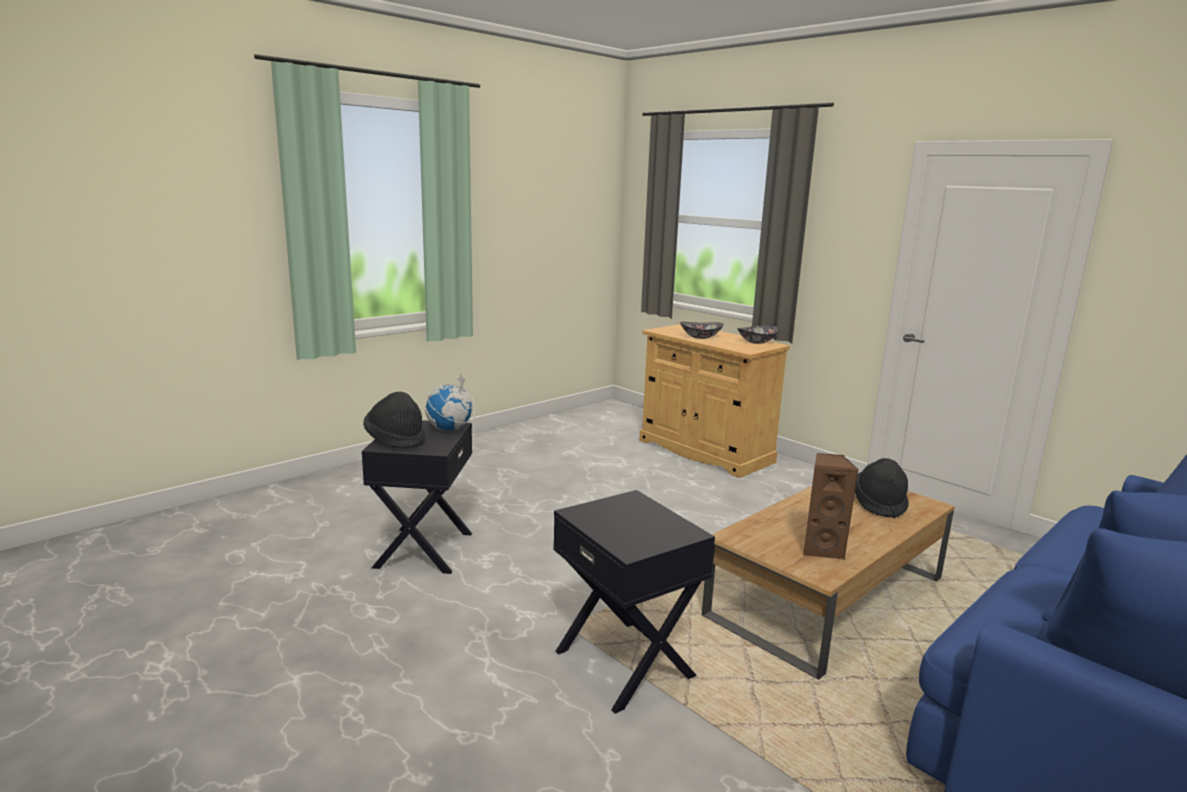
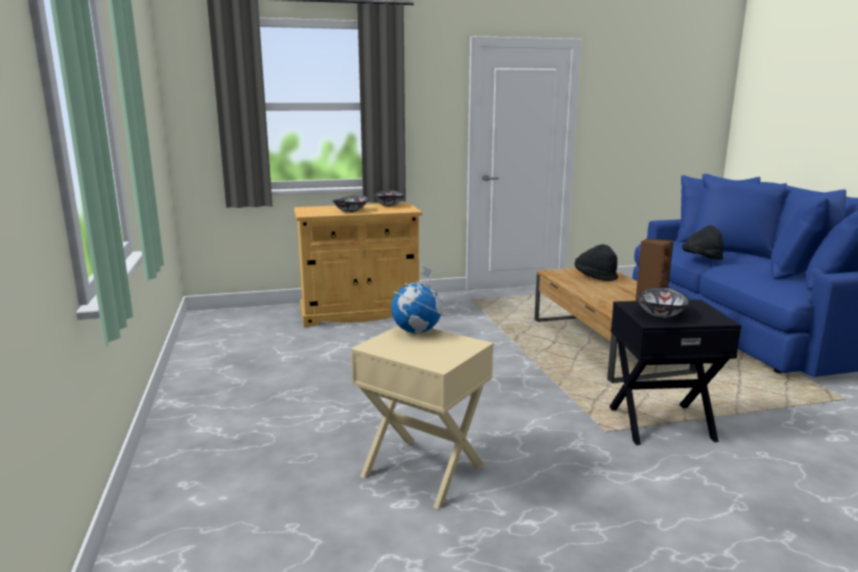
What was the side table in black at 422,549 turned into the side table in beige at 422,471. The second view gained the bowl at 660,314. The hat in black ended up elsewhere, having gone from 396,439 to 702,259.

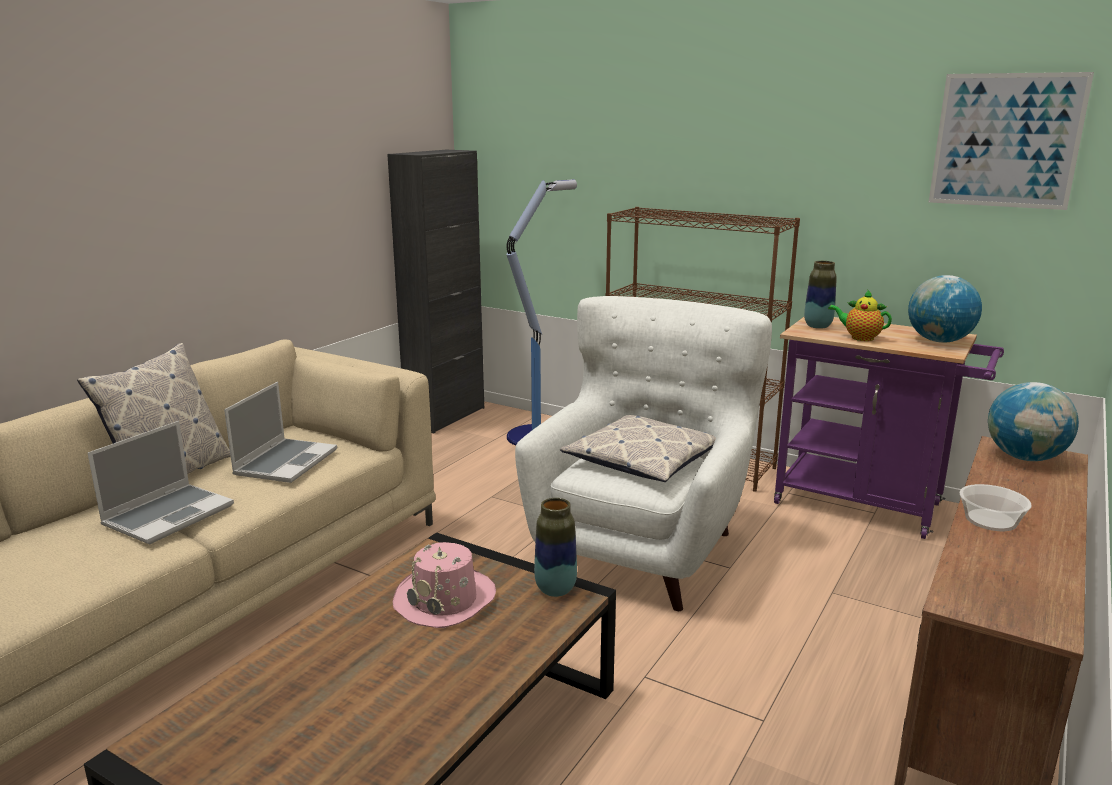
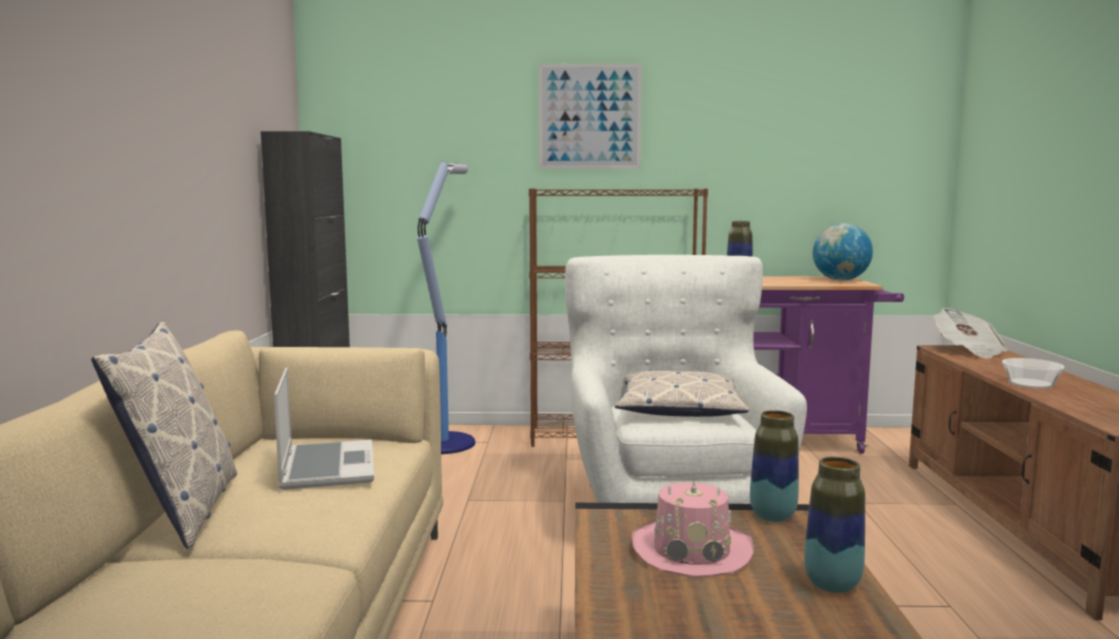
The picture ended up elsewhere, having gone from 1006,141 to 589,116. The second view gained the vase at 832,585. Where the globe stood at 1025,458, the newspaper came to stand at 968,351. The second view lost the laptop at 169,515. The second view lost the teapot at 859,338.

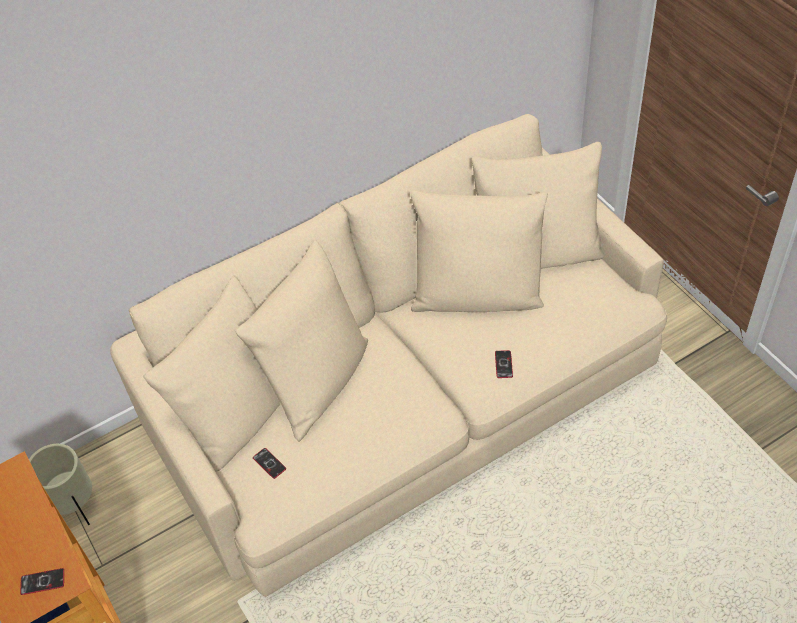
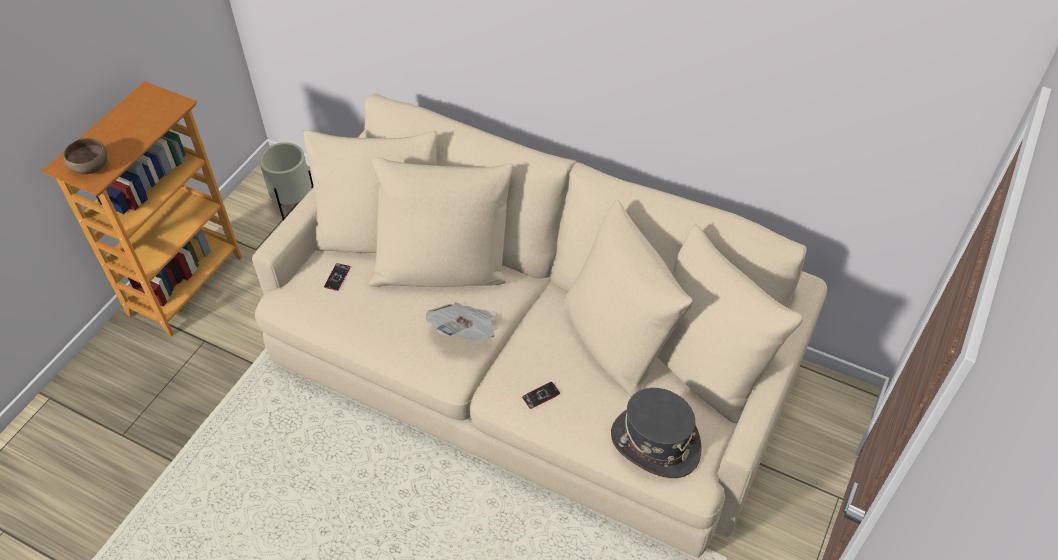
Where the phone stood at 42,582, the bowl in brown came to stand at 90,167. The second view gained the newspaper at 466,332. The second view gained the hat in grey at 655,443.

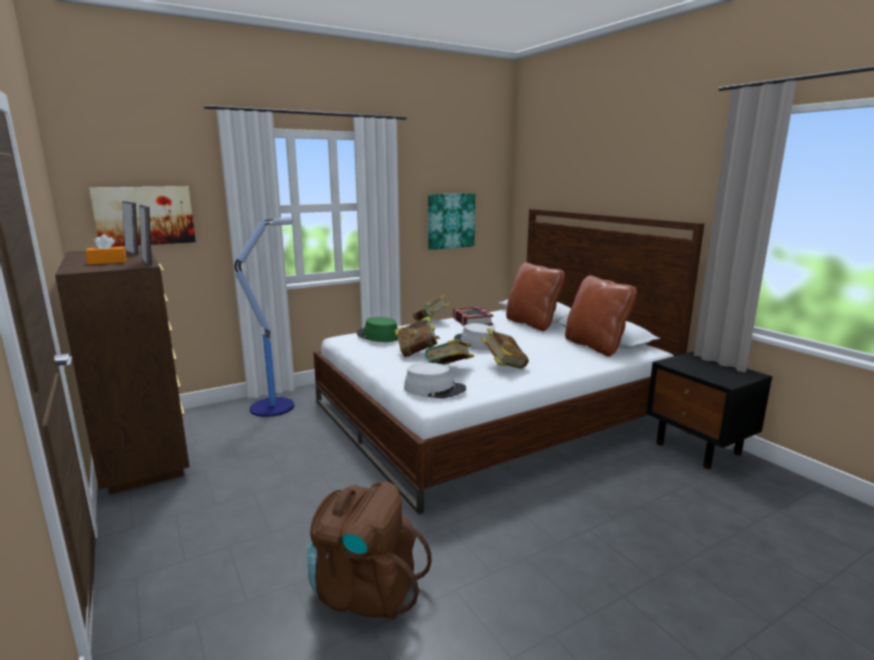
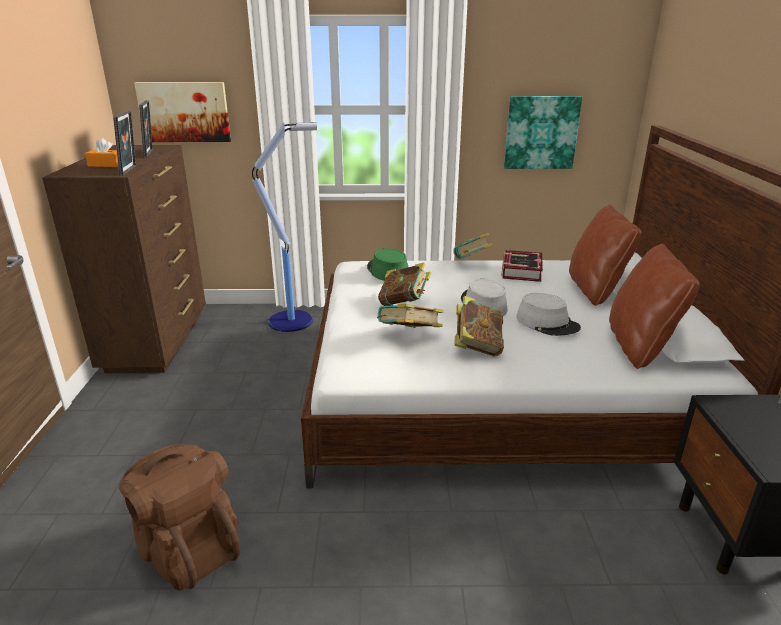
The hat in grey ended up elsewhere, having gone from 434,389 to 547,323.

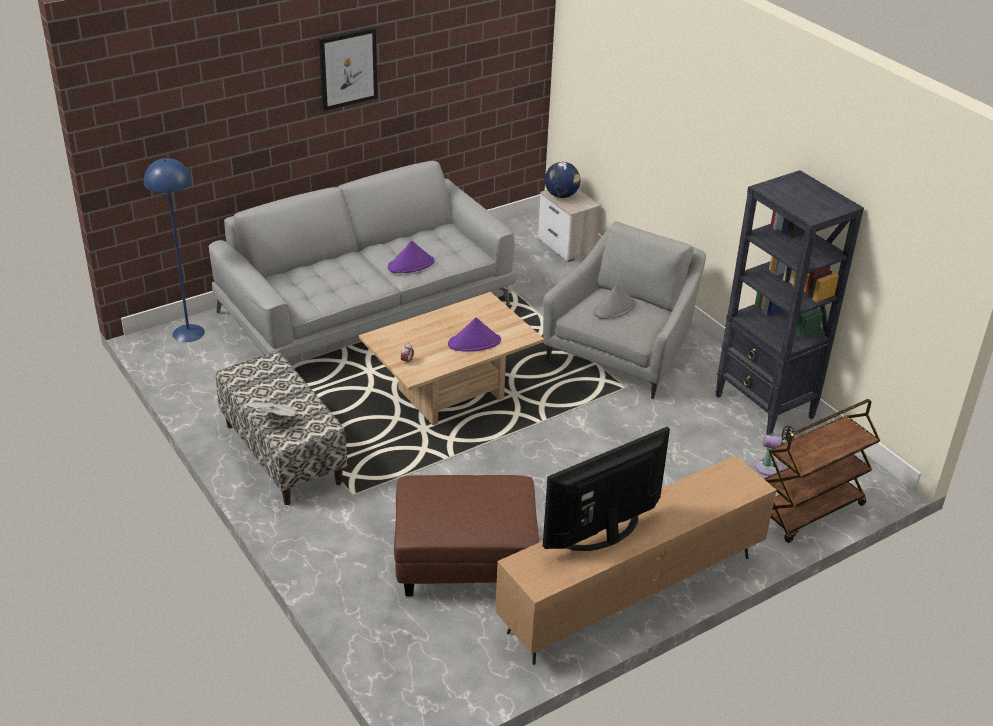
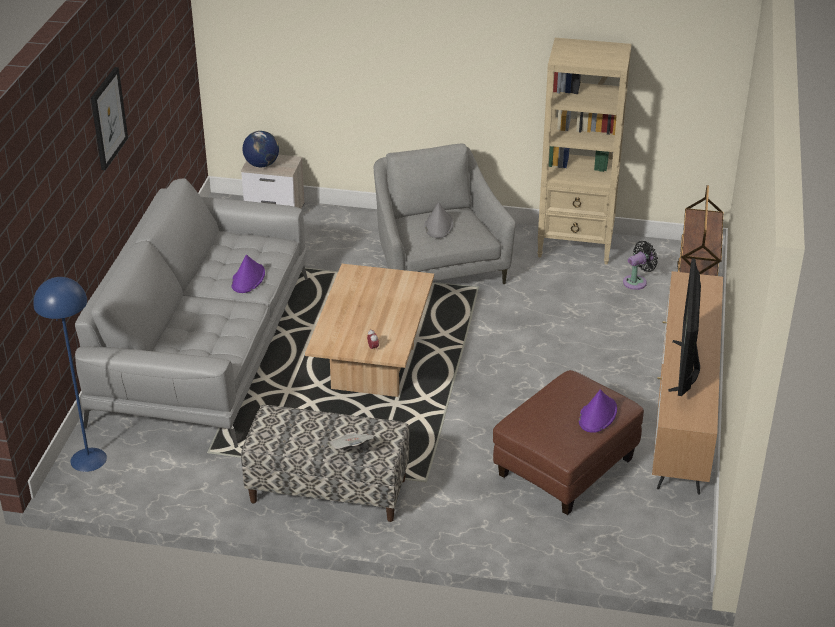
What was the bookcase in black at 764,407 turned into the bookcase in beige at 576,246. The hat in purple ended up elsewhere, having gone from 474,342 to 597,415.

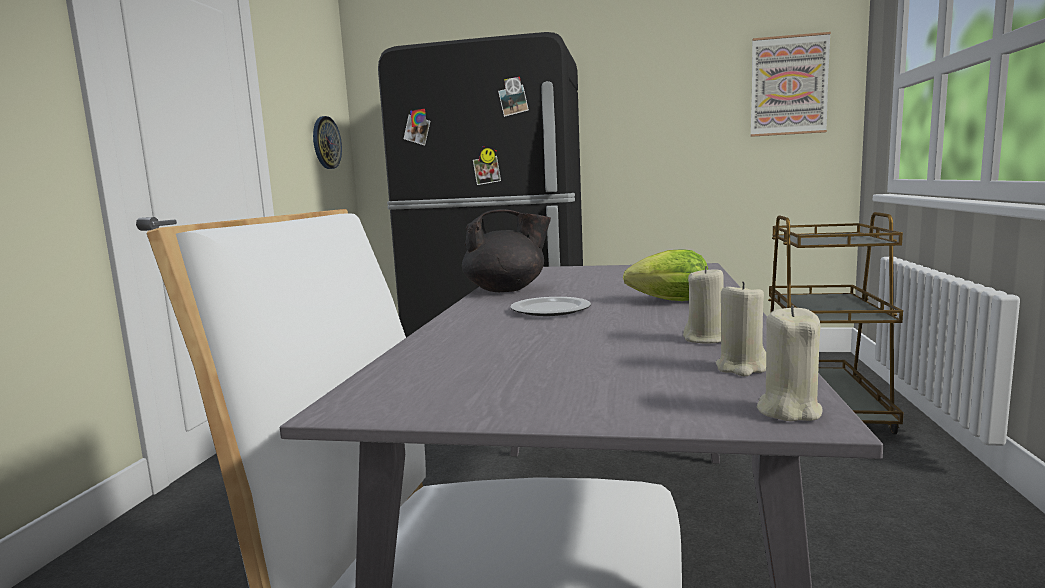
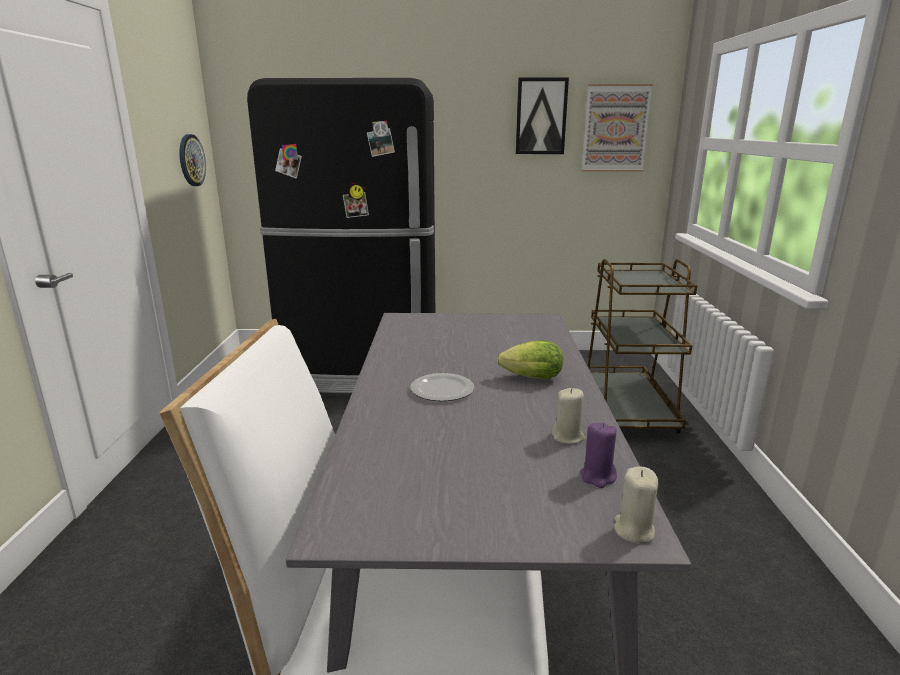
The second view gained the picture at 541,116. What was the candle in beige at 741,368 turned into the candle in purple at 598,477. The second view lost the teapot in black at 506,290.

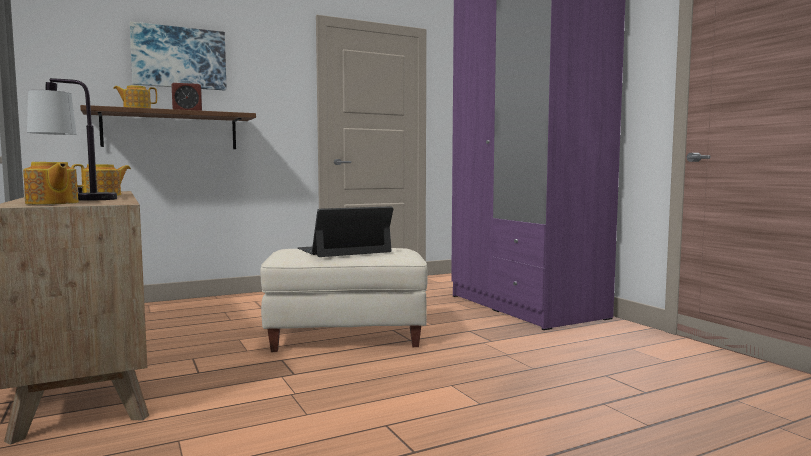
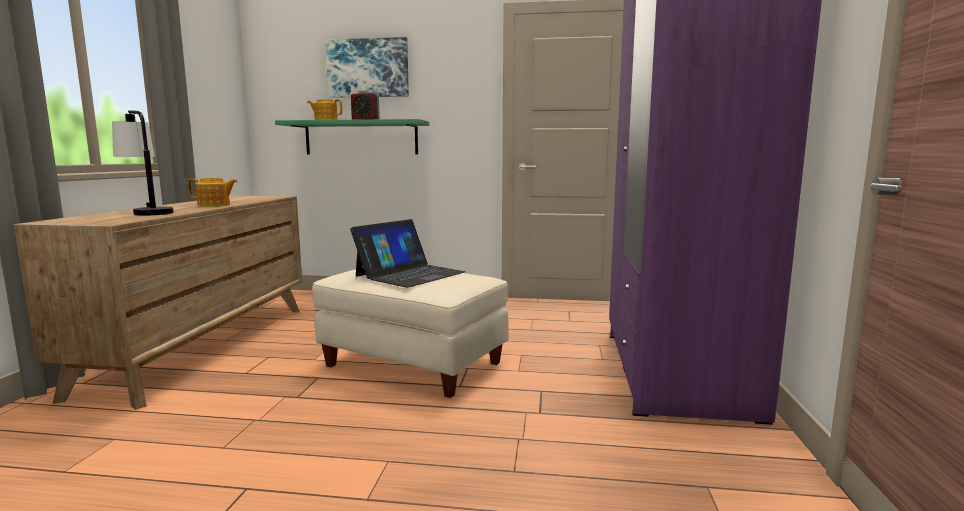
What was the shelf in brown at 170,130 turned into the shelf in green at 361,138. The laptop at 344,250 ended up facing another way, 120 degrees clockwise from before. The second view lost the teapot at 52,203.

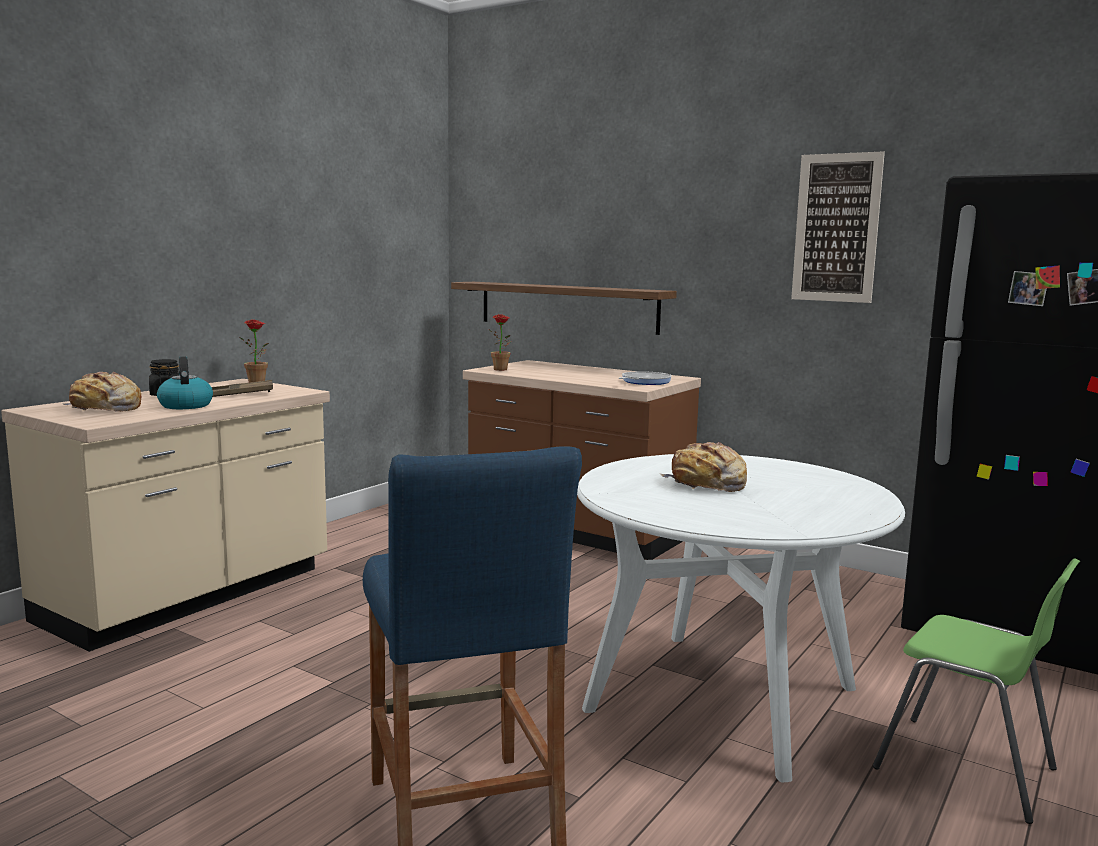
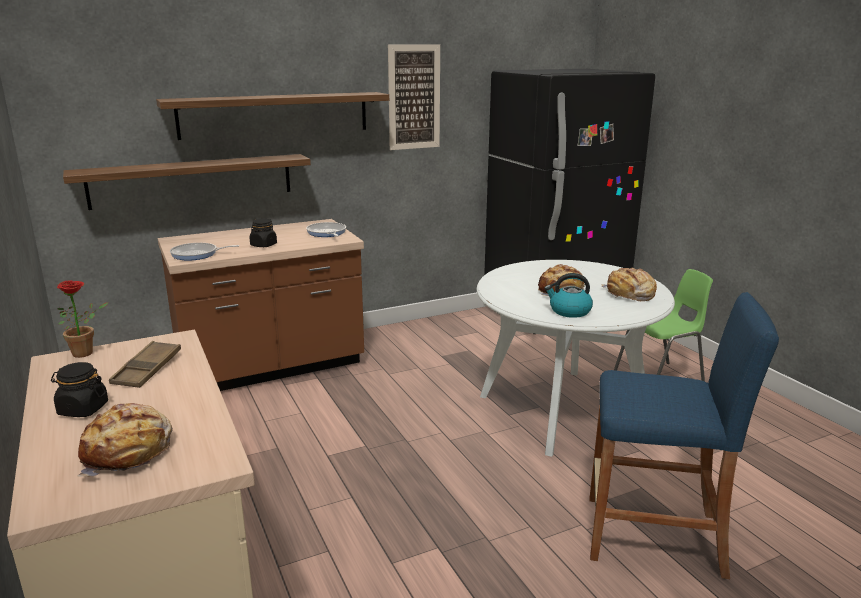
The second view gained the shelf at 275,115. Where the potted plant stood at 502,370, the frying pan came to stand at 197,254. The second view gained the jar in black at 263,245. The kettle ended up elsewhere, having gone from 185,405 to 569,311. The second view gained the bread at 629,294.

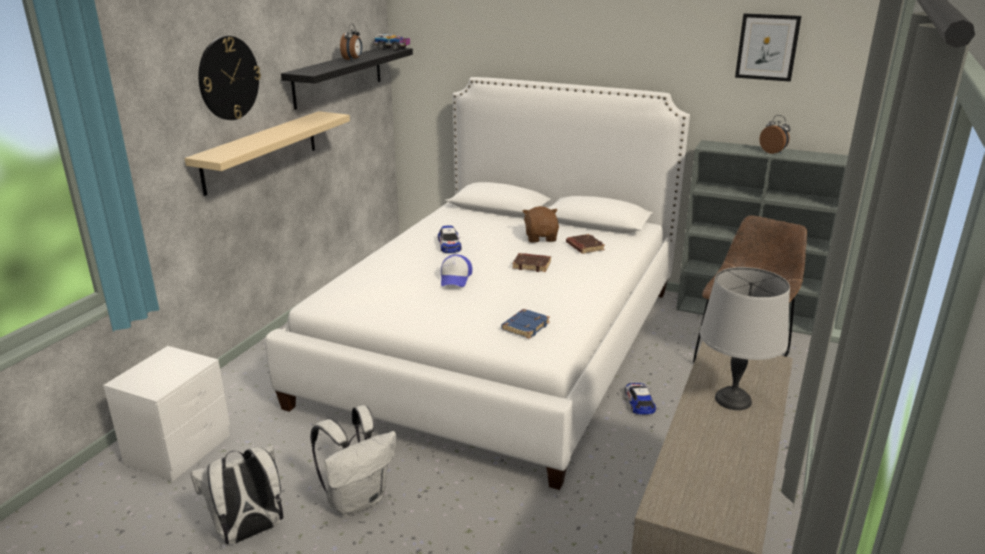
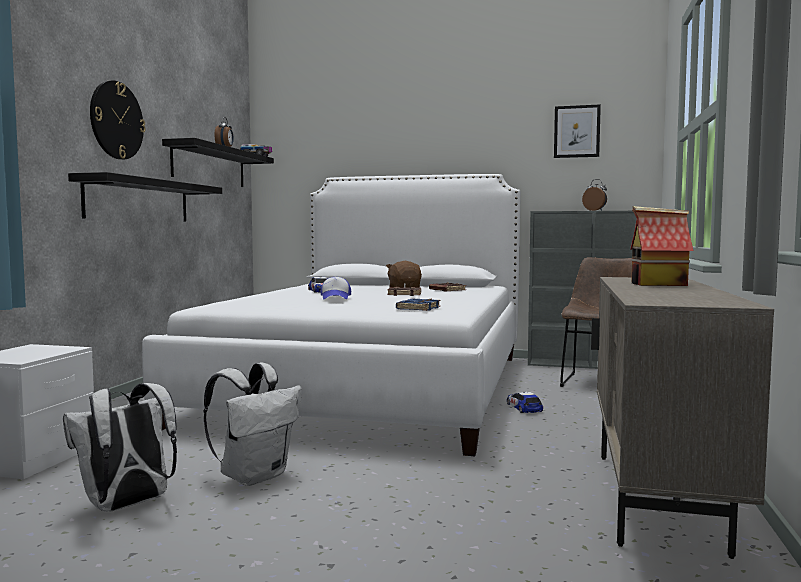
What was the shelf in beige at 261,151 turned into the shelf in black at 139,201. Where the table lamp in grey stood at 733,400, the toy house came to stand at 657,284.

